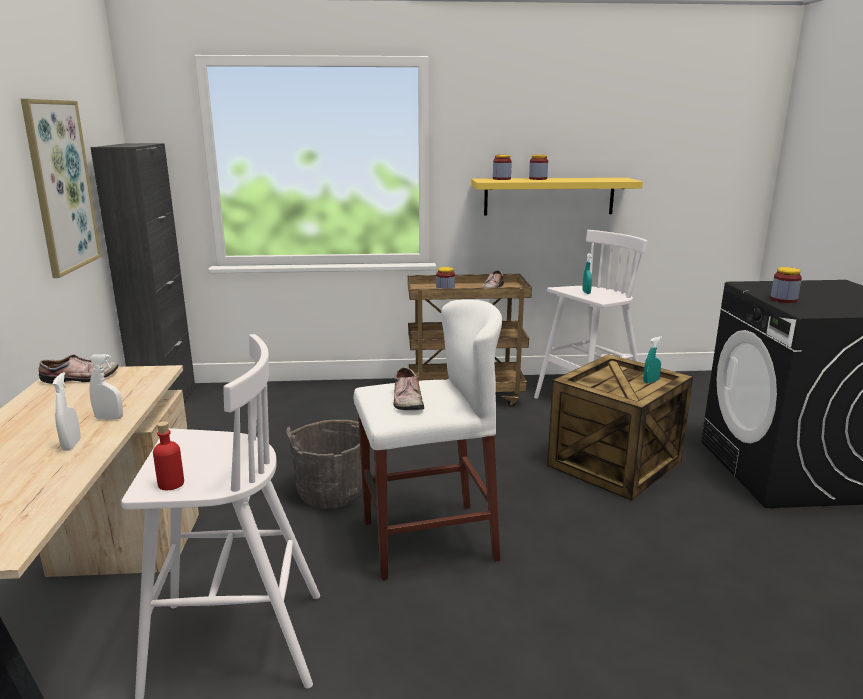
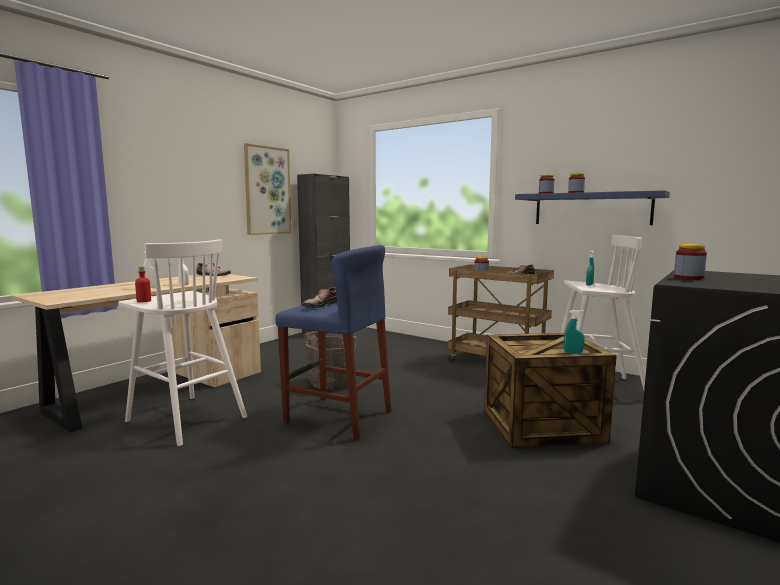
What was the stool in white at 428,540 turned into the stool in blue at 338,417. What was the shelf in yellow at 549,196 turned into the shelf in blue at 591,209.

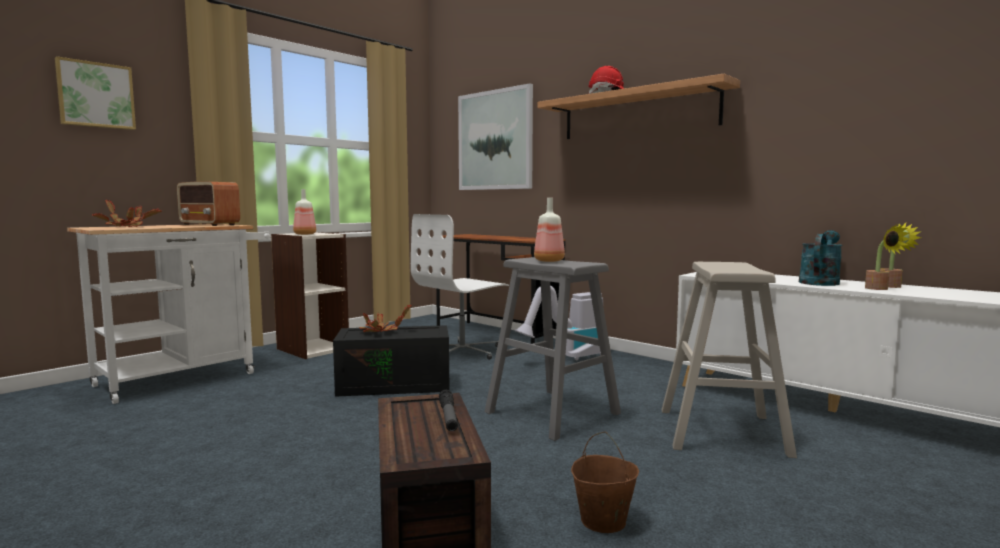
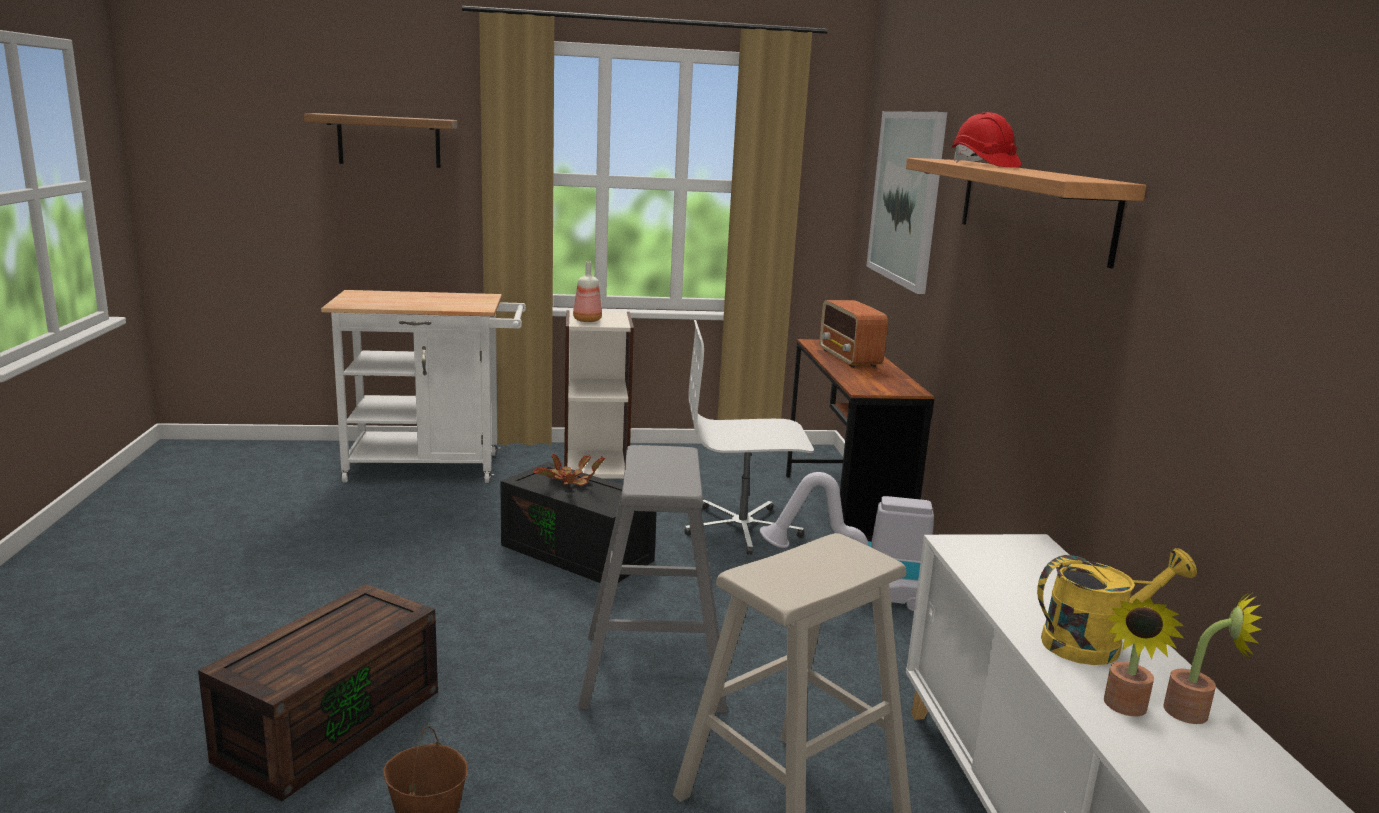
Where the picture hung at 96,95, the shelf came to hang at 389,141. The radio ended up elsewhere, having gone from 209,224 to 849,358. What was the watering can in turquoise at 820,282 turned into the watering can in yellow at 1094,644. The second view lost the potted plant at 126,226. The second view lost the flashlight at 448,417. The second view lost the bottle at 550,261.

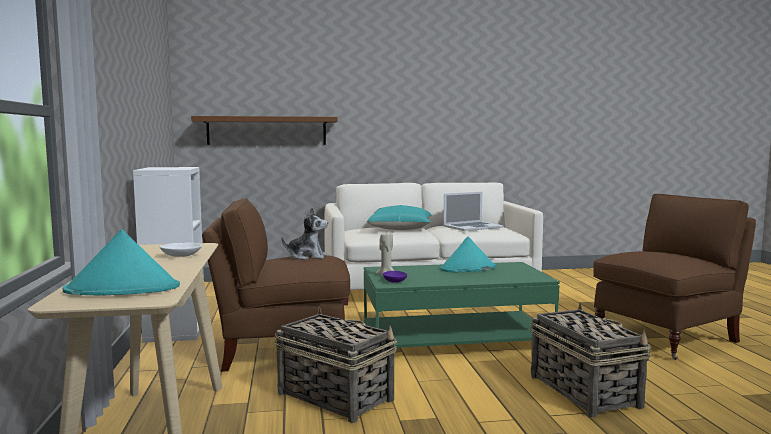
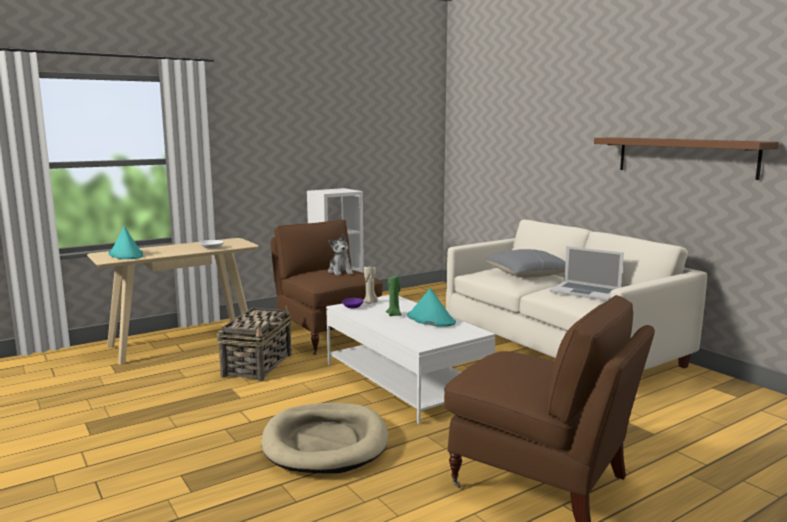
Where the basket stood at 583,390, the dog bed in beige came to stand at 325,442. What was the coffee table in green at 455,341 turned into the coffee table in white at 405,381. The second view gained the candle in green at 394,314. What was the pillow in turquoise at 400,228 turned into the pillow in grey at 526,274. The shelf in brown ended up elsewhere, having gone from 267,131 to 685,156.

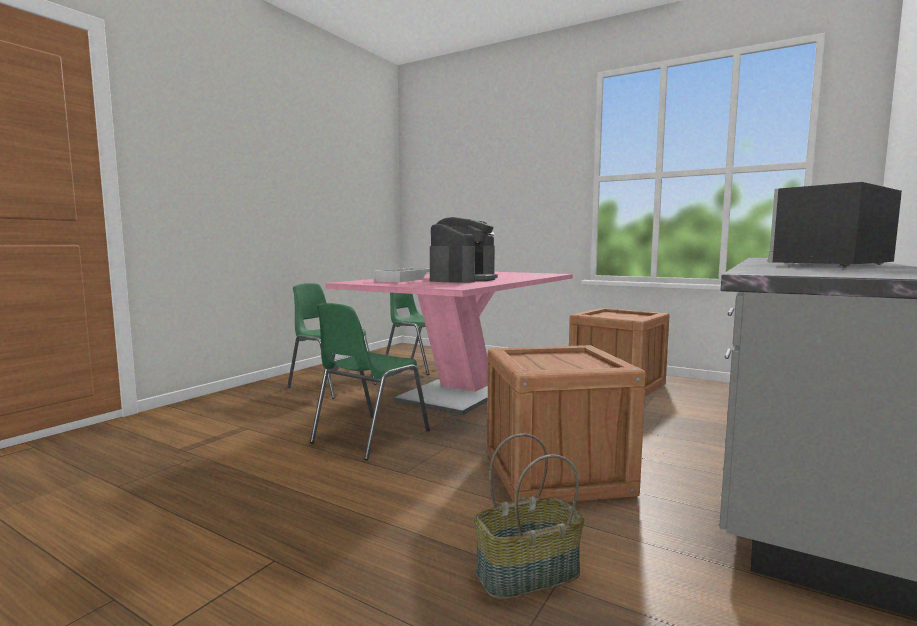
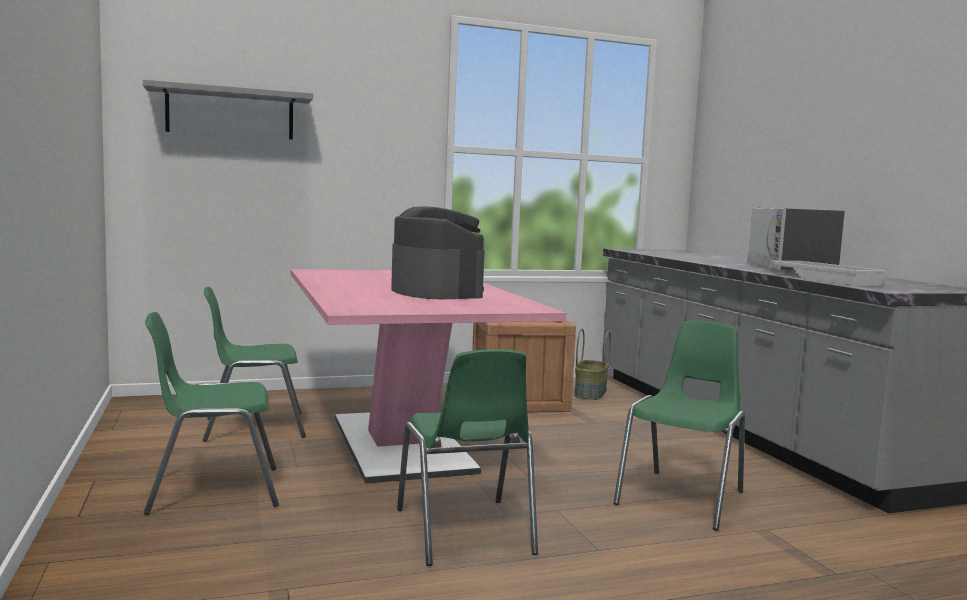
The second view gained the shelf in grey at 230,113. The basket ended up elsewhere, having gone from 527,575 to 591,393. Where the crate stood at 556,473, the chair in green came to stand at 683,498. The tray in white ended up elsewhere, having gone from 407,279 to 827,279.

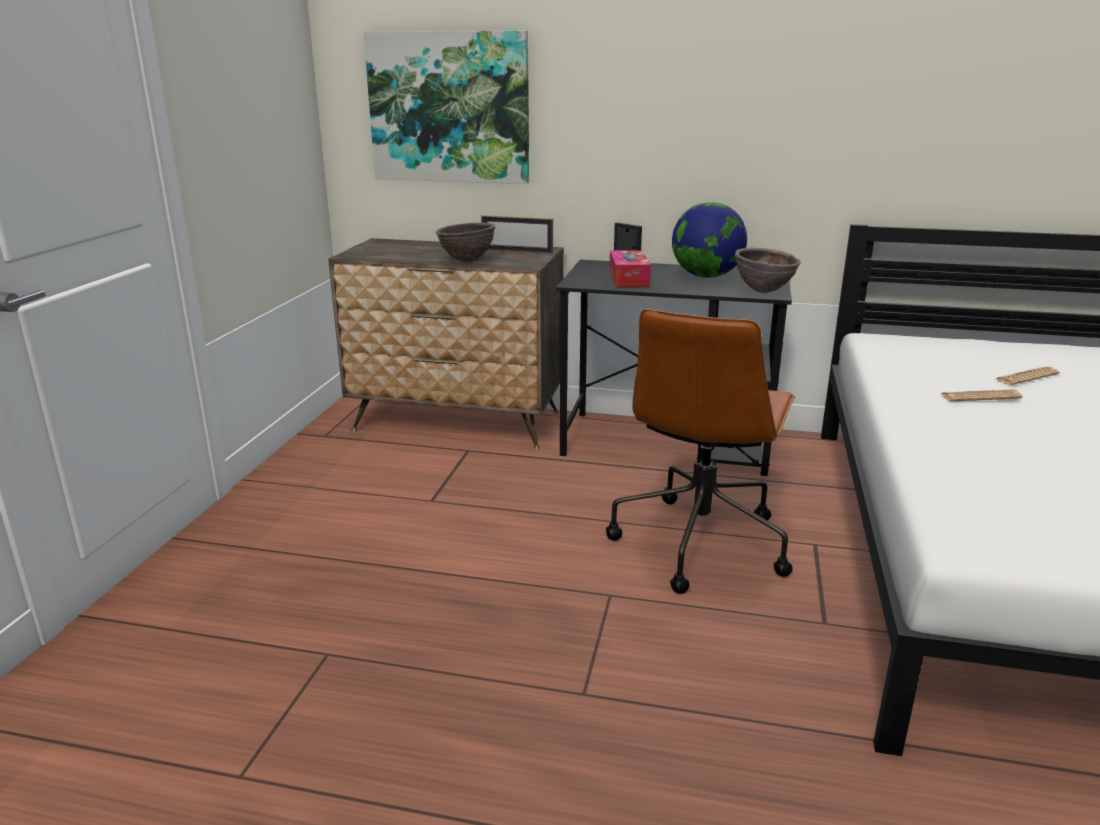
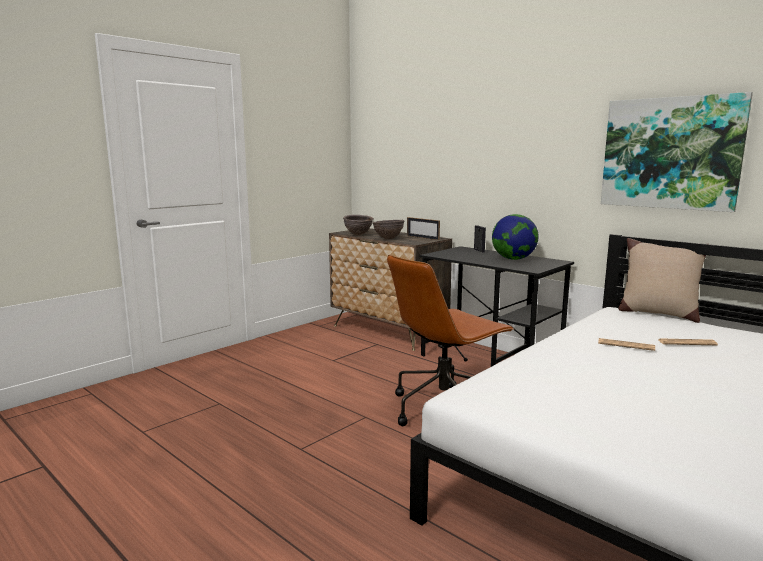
The bowl in brown ended up elsewhere, having gone from 764,291 to 358,234. The picture ended up elsewhere, having gone from 449,108 to 670,153. The second view gained the pillow in beige at 657,313. The second view lost the tissue box at 628,279.

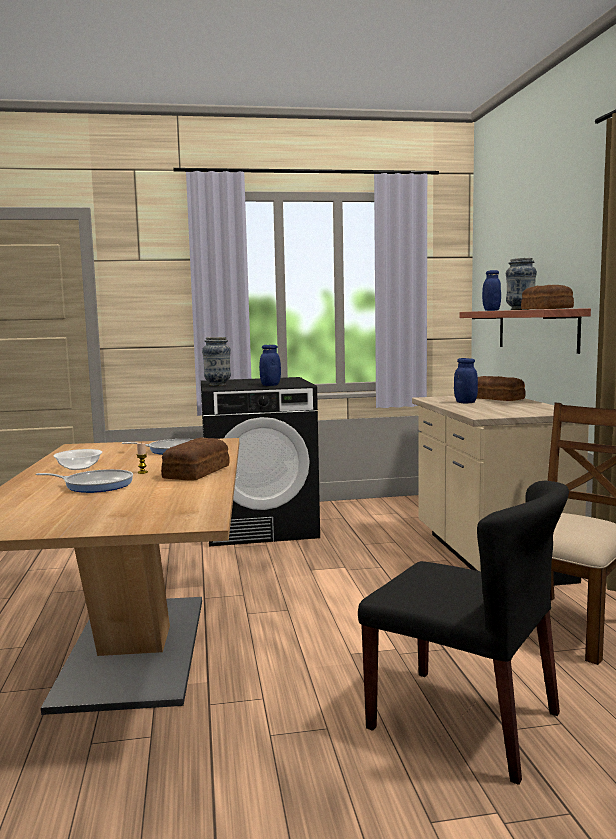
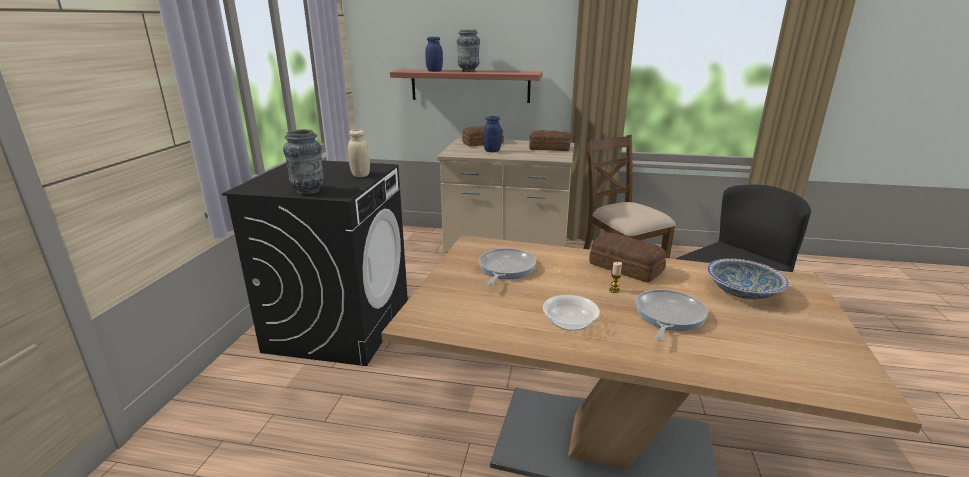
What was the jar in blue at 270,385 turned into the jar in beige at 360,175. The bread ended up elsewhere, having gone from 546,309 to 550,148. The second view gained the bowl at 742,292.

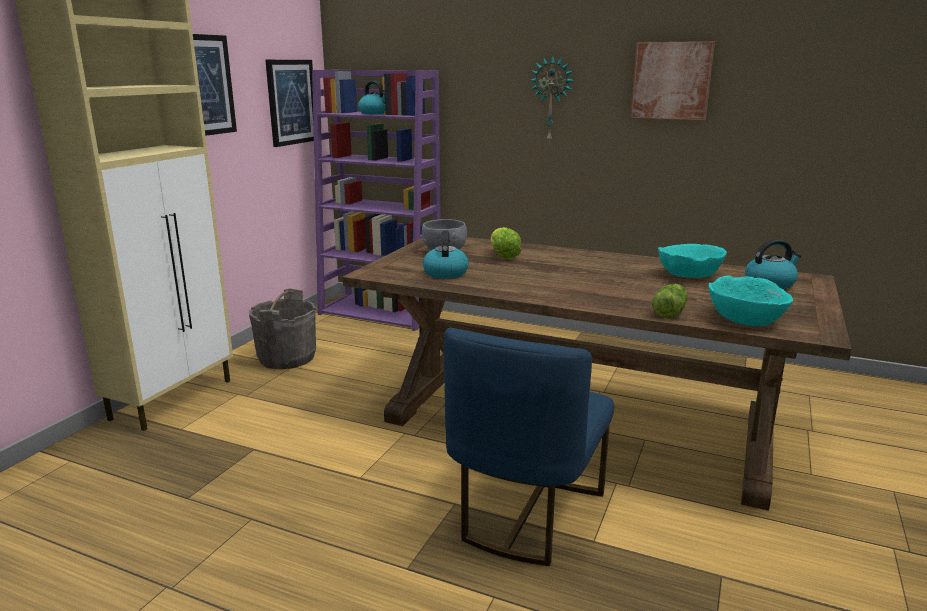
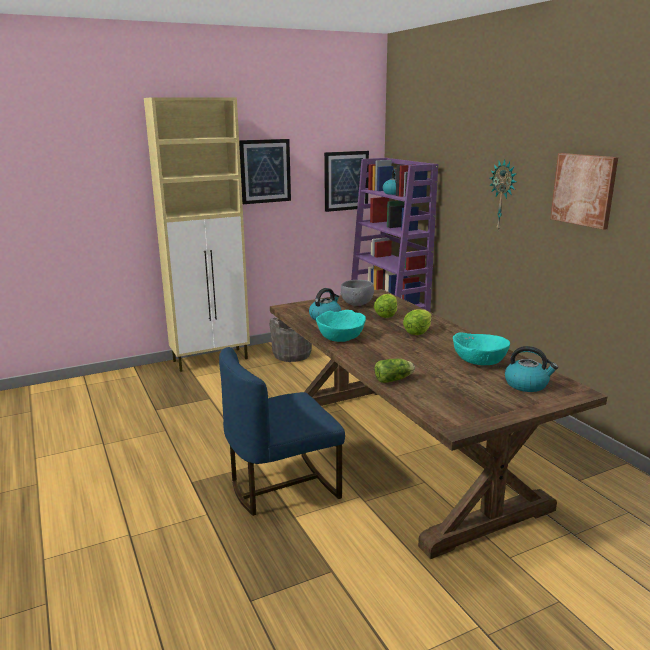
The bowl in turquoise ended up elsewhere, having gone from 746,319 to 341,337. The second view gained the lettuce at 417,332.

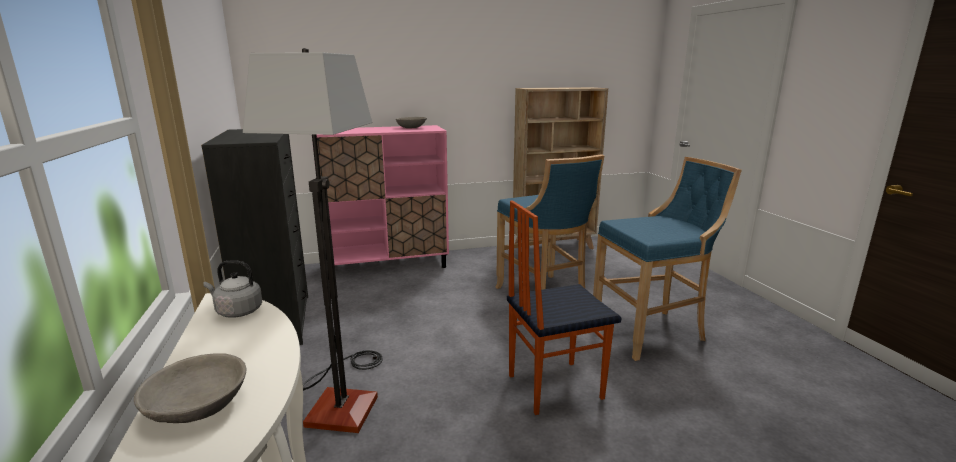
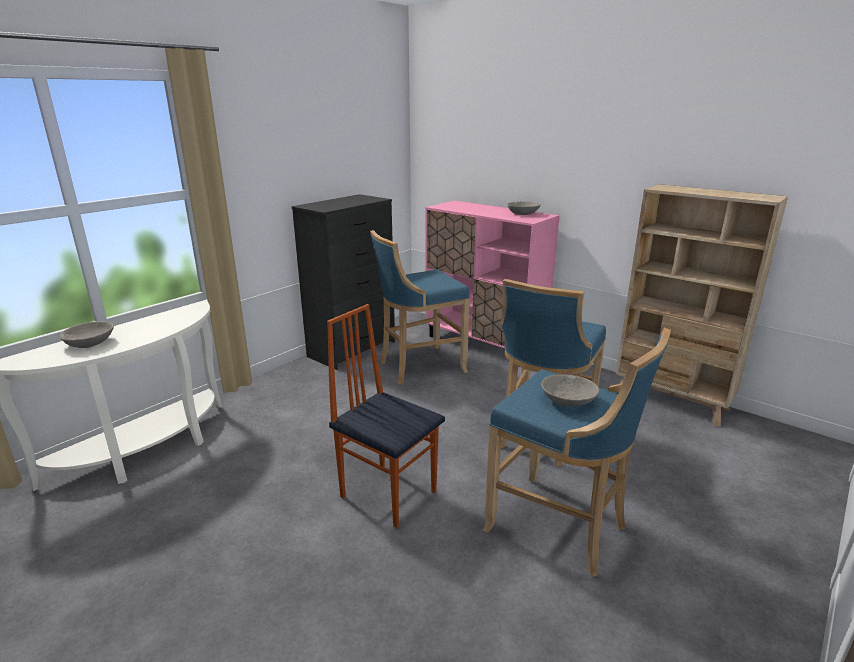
The second view gained the stool in blue at 418,367. The second view gained the bowl in grey at 568,400. The second view lost the kettle in grey at 237,311. The second view lost the floor lamp at 344,398.

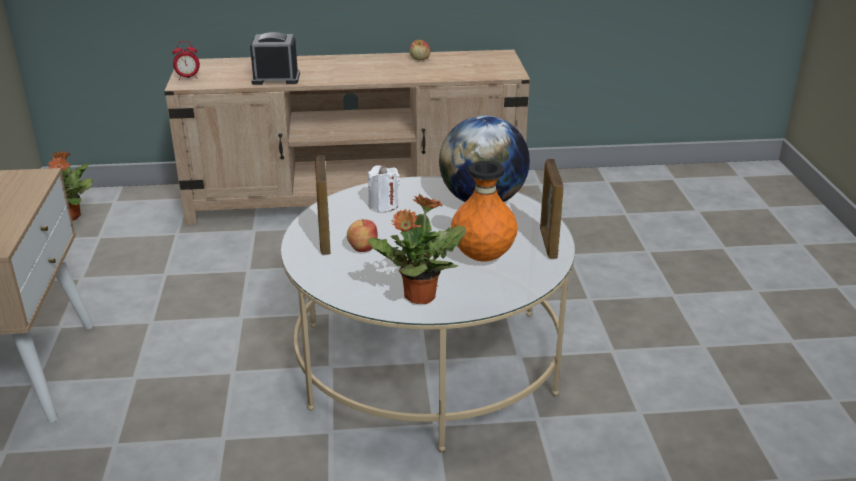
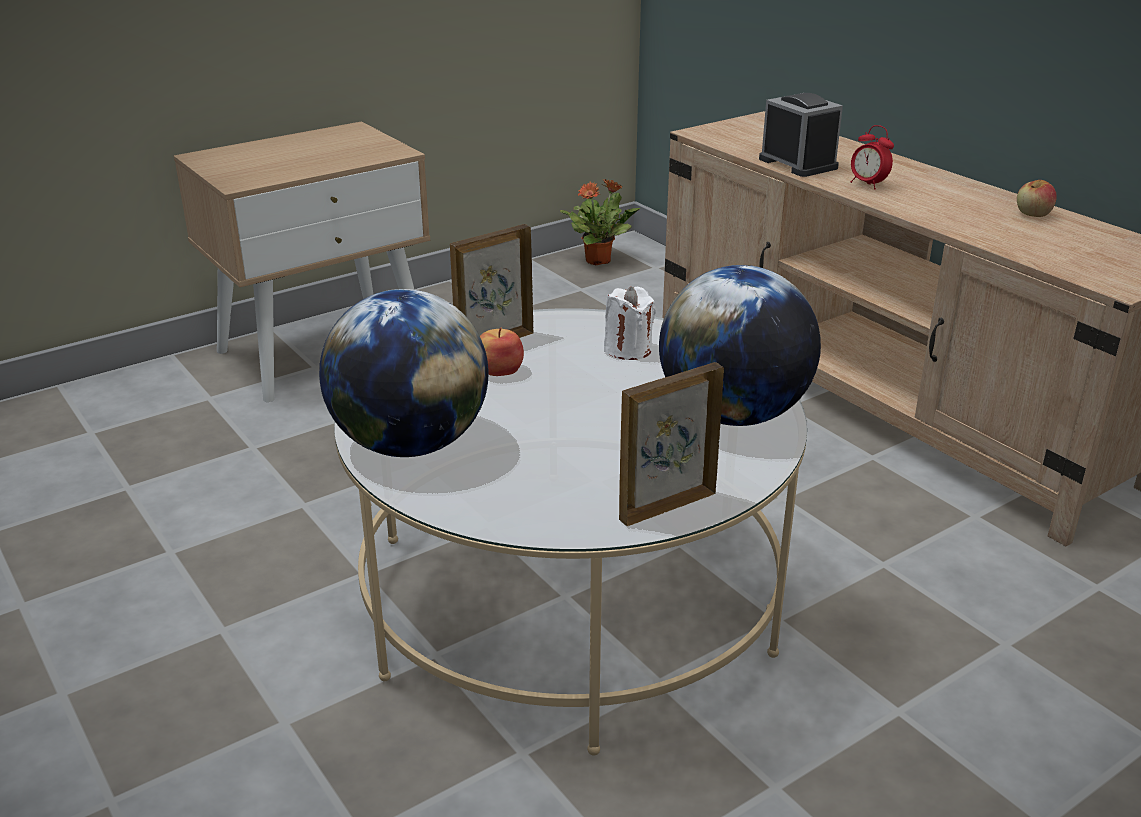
Where the potted plant stood at 419,296, the globe came to stand at 410,444. The alarm clock ended up elsewhere, having gone from 188,78 to 868,184. The second view lost the vase in orange at 483,257.

